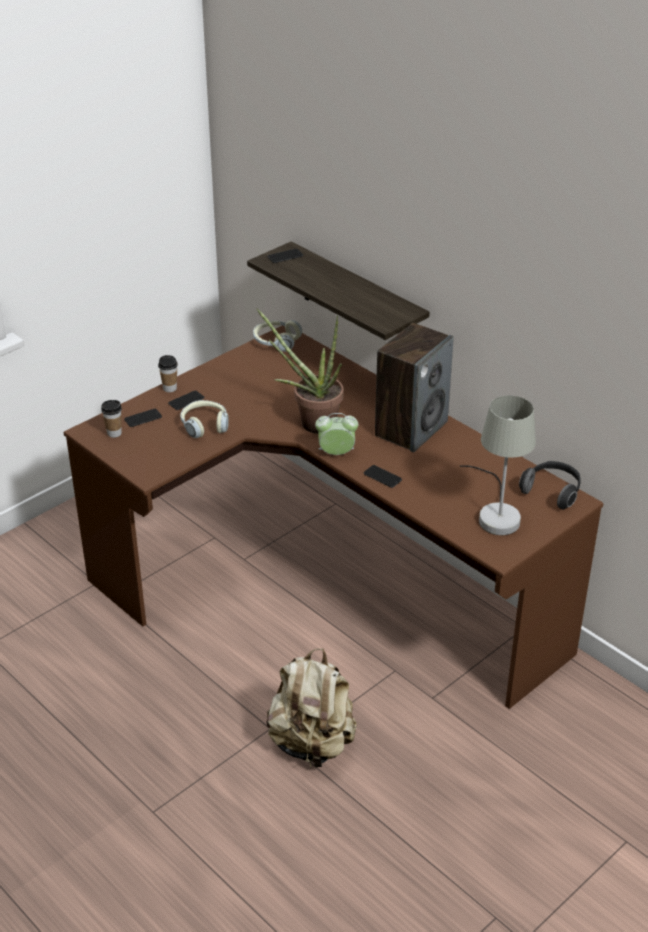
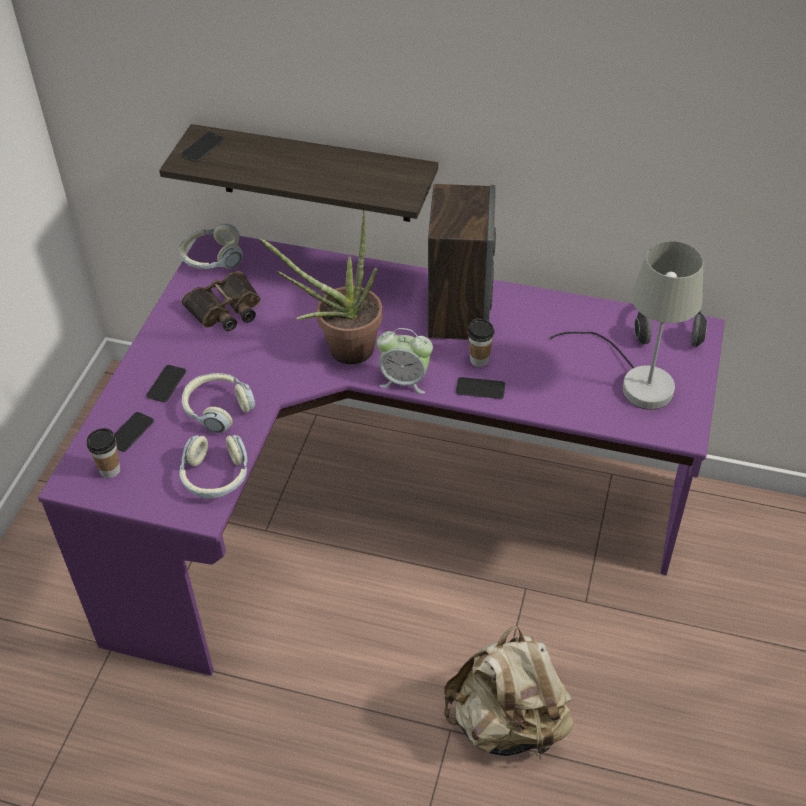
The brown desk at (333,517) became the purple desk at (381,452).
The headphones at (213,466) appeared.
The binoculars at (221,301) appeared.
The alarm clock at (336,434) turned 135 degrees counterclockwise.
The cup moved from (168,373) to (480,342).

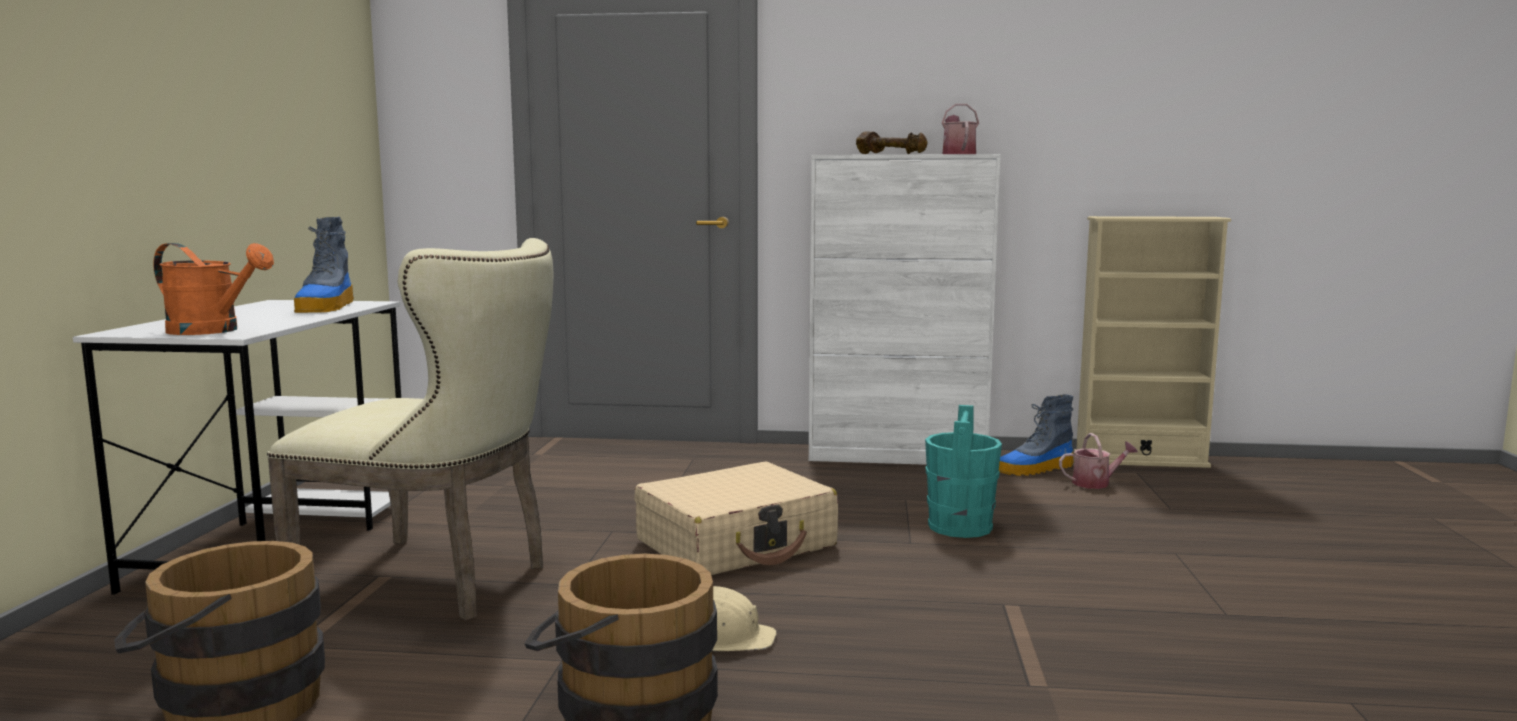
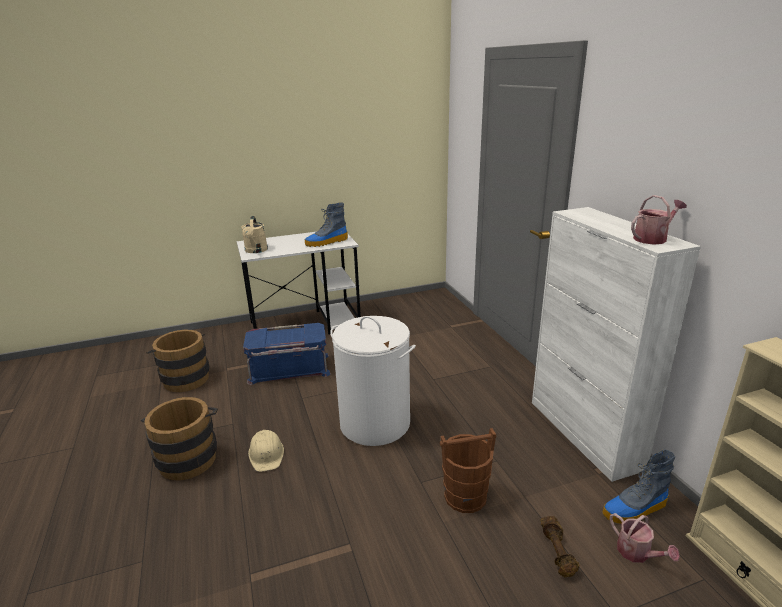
The orange watering can at (213,289) became the beige watering can at (254,234).
The beige chair at (410,429) was replaced by the blue storage box at (287,354).
The beige suitcase at (736,518) was replaced by the white laundry basket at (373,381).
The turquoise bucket at (963,471) became the brown bucket at (468,470).
The brown dumbbell moved from (891,142) to (560,546).
The boot at (1036,435) turned 60 degrees counterclockwise.

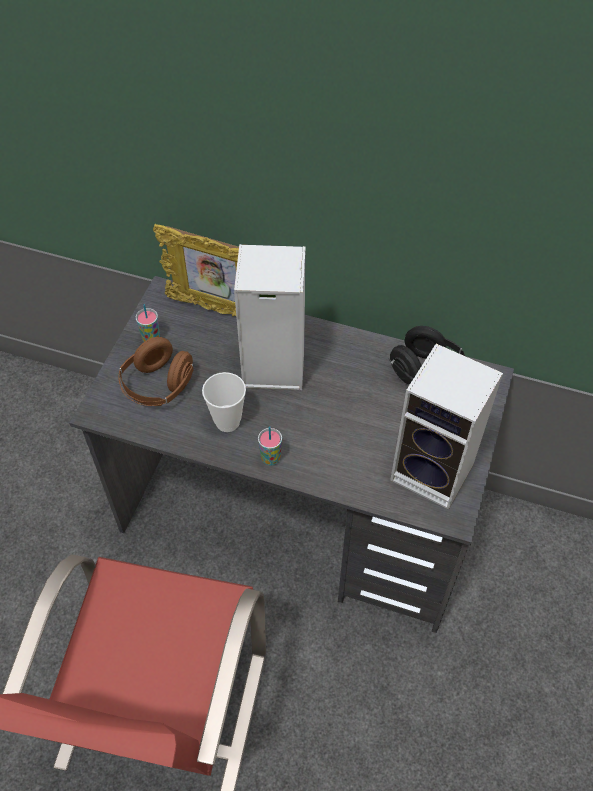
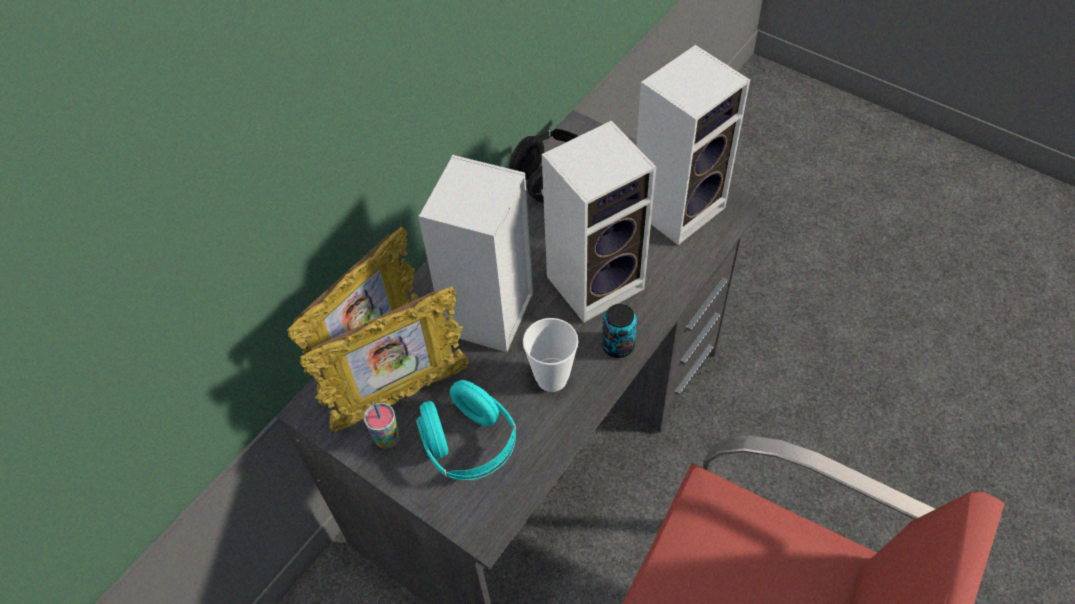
The picture frame at (384,359) appeared.
The brown headphones at (156,371) became the turquoise headphones at (466,430).
The speaker at (599,222) appeared.
The cup at (270,446) was replaced by the can at (619,331).

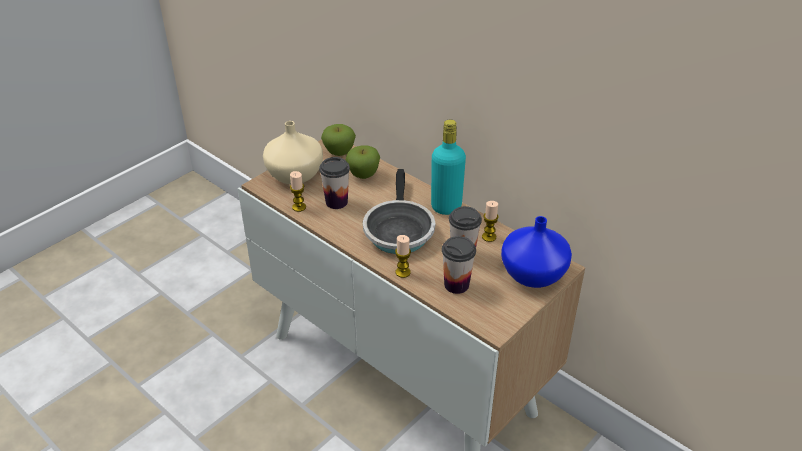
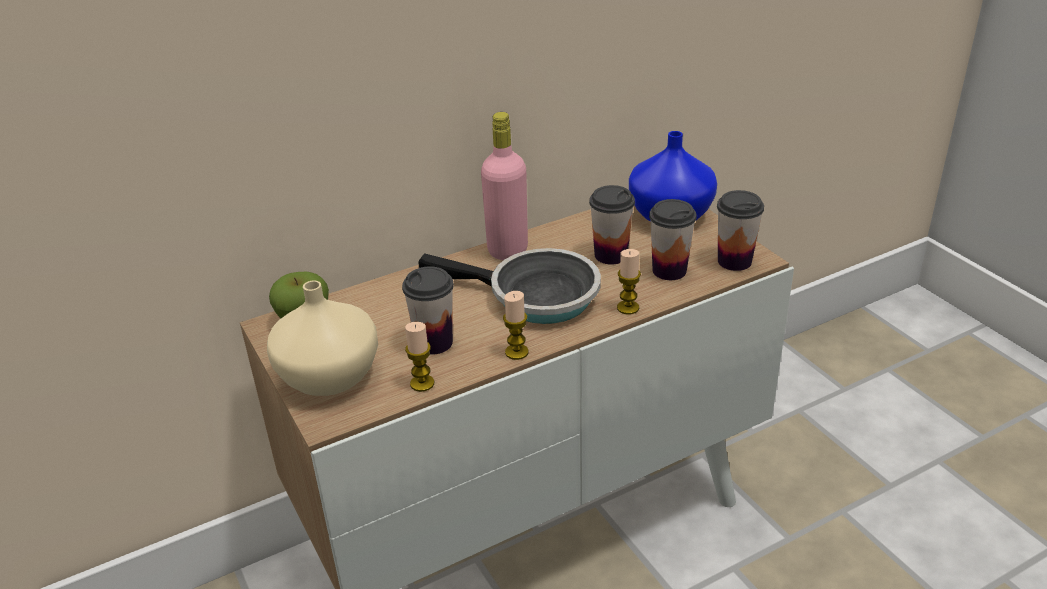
The turquoise bottle at (448,167) became the pink bottle at (504,186).
The candle moved from (490,221) to (516,325).
The cup at (740,230) appeared.
The apple at (363,162) disappeared.

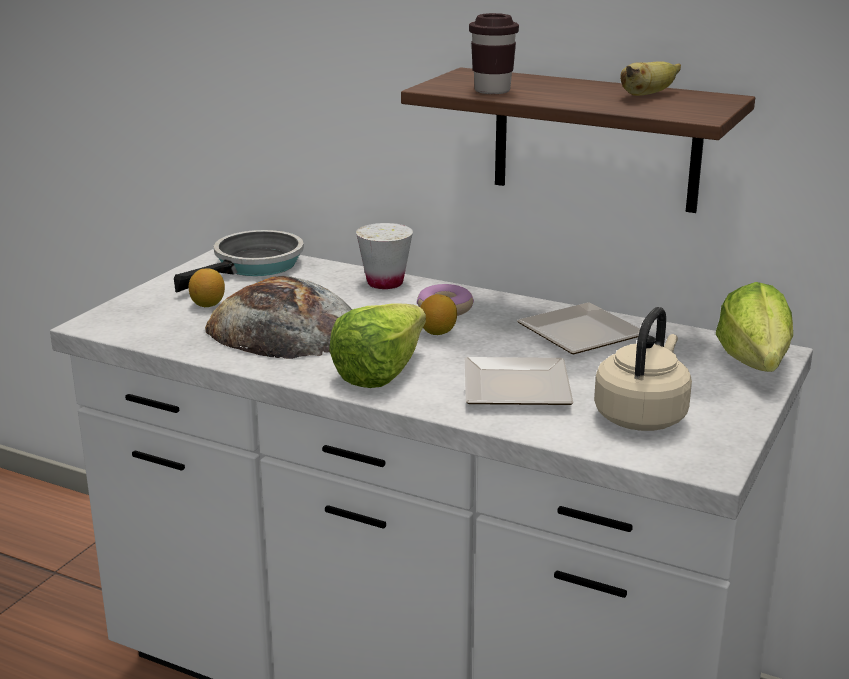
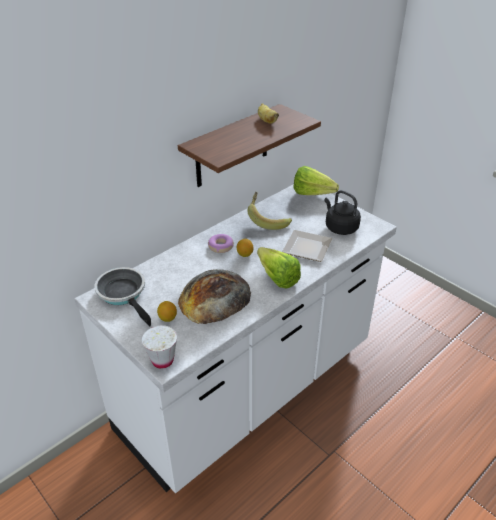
The white cup moved from (384,256) to (159,347).
The plate at (578,328) was replaced by the banana at (270,211).
The beige kettle at (643,369) became the black kettle at (342,212).
The brown cup at (494,53) disappeared.

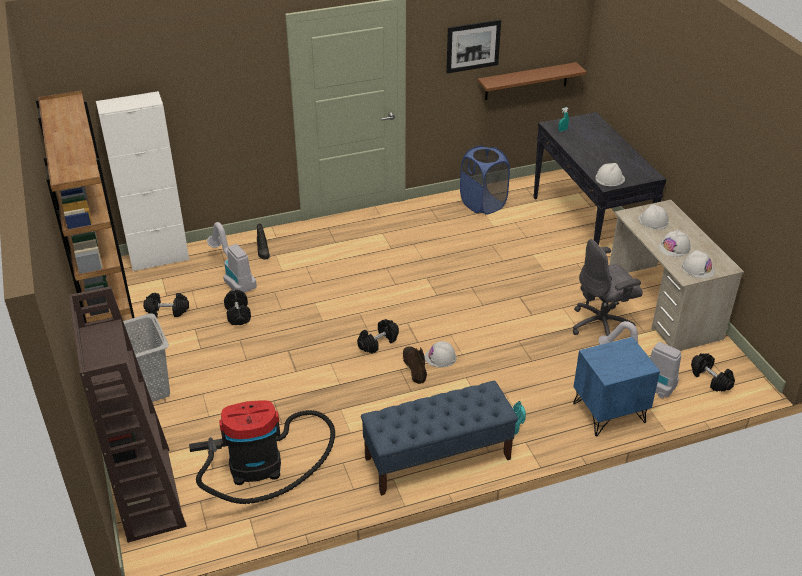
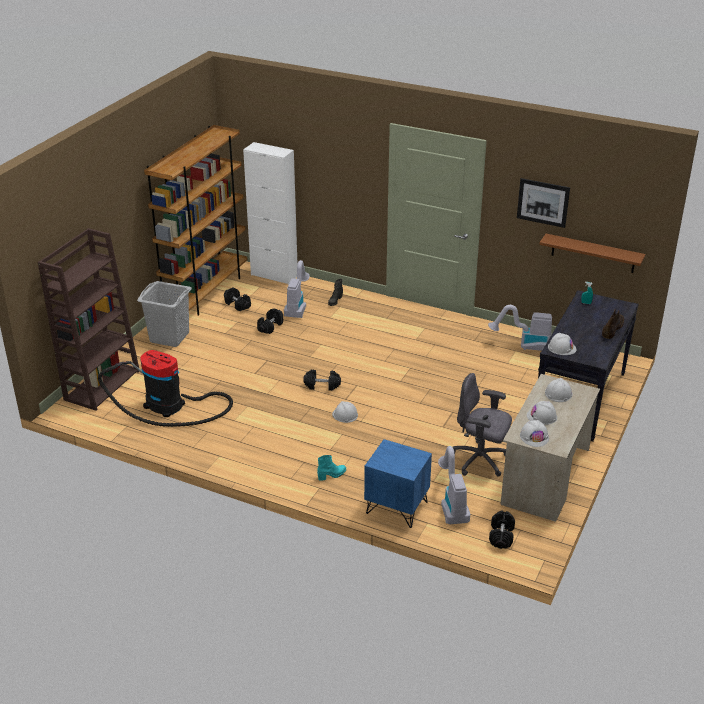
The blue laundry basket at (485,180) was replaced by the vacuum cleaner at (520,328).
The brown boot moved from (415,365) to (613,324).
The blue bench at (439,438) disappeared.

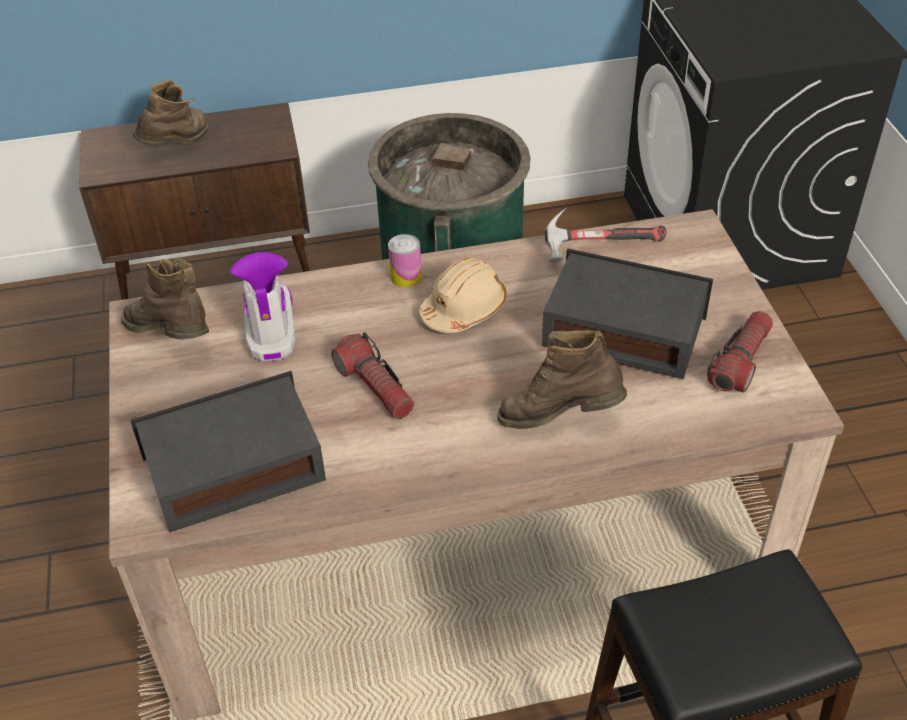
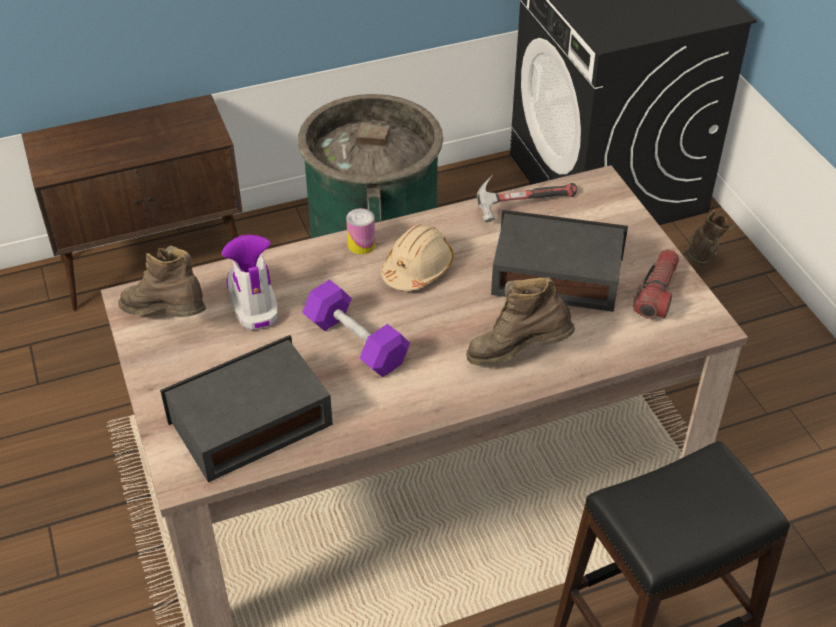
The flashlight at (372,375) was replaced by the purple dumbbell at (356,328).
The brown boot moved from (171,112) to (710,237).

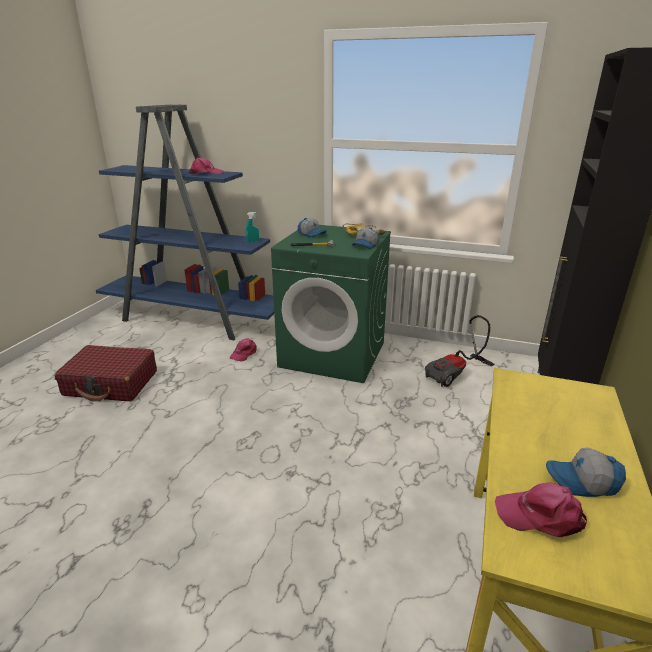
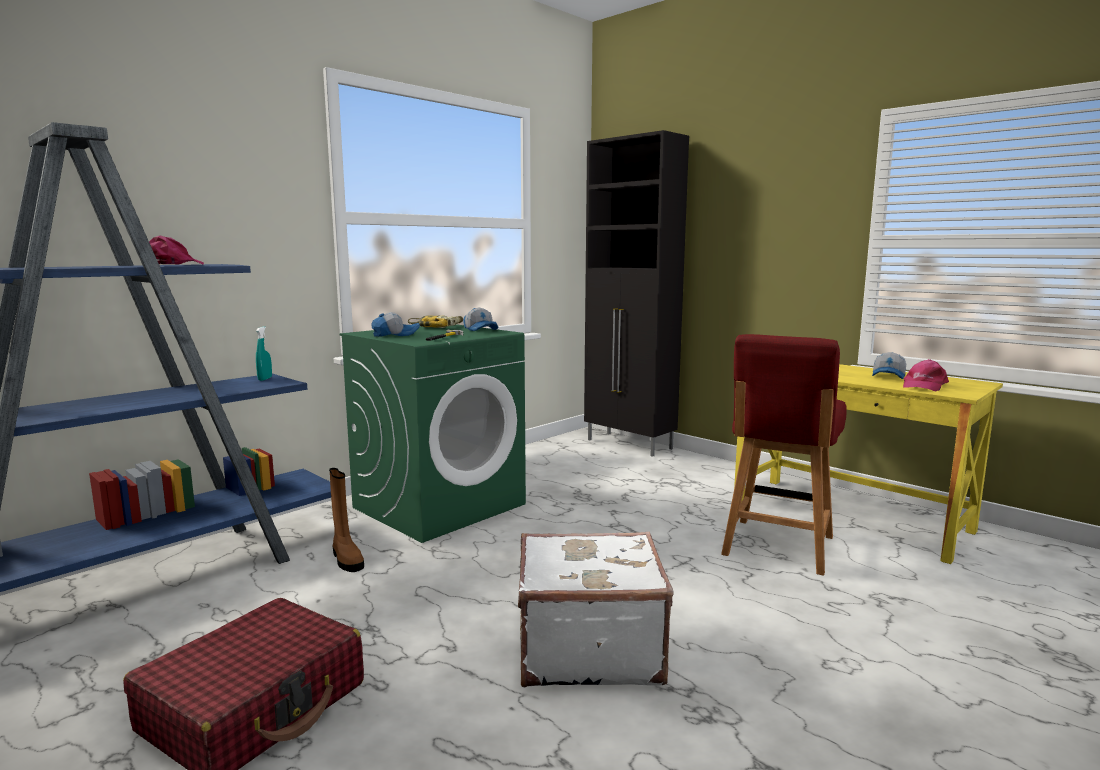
The pink cap at (243,350) was replaced by the brown boot at (346,520).
The white suitcase at (596,610) appeared.
The red chair at (784,455) appeared.
The vacuum cleaner at (459,351) disappeared.

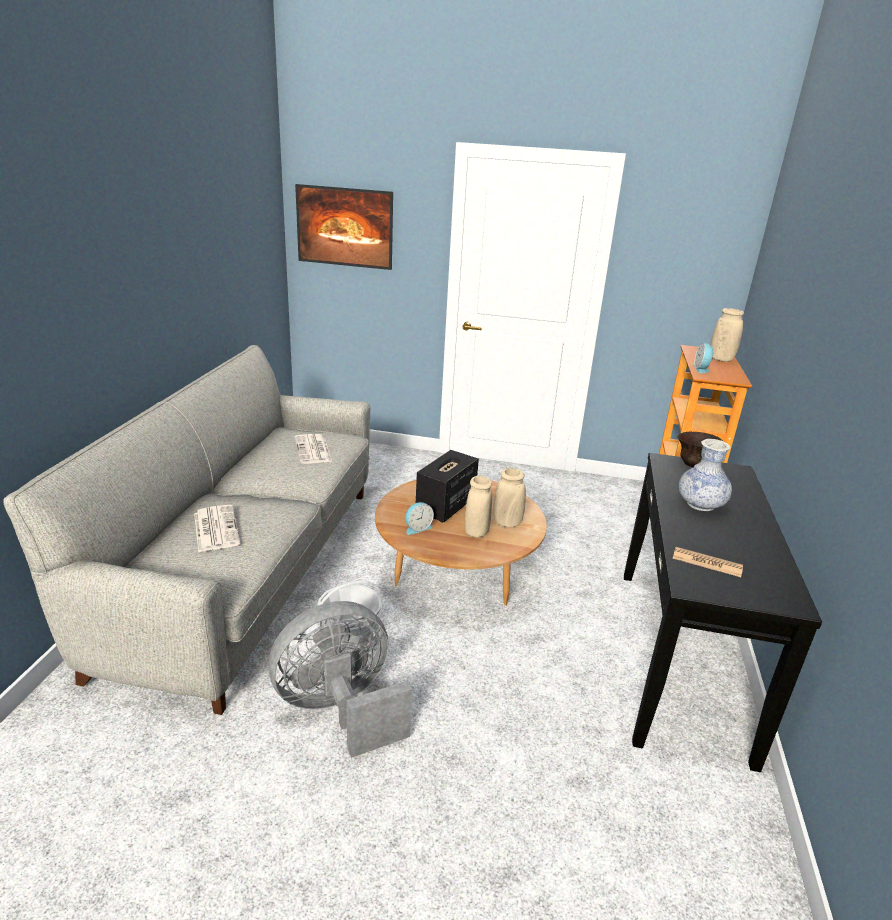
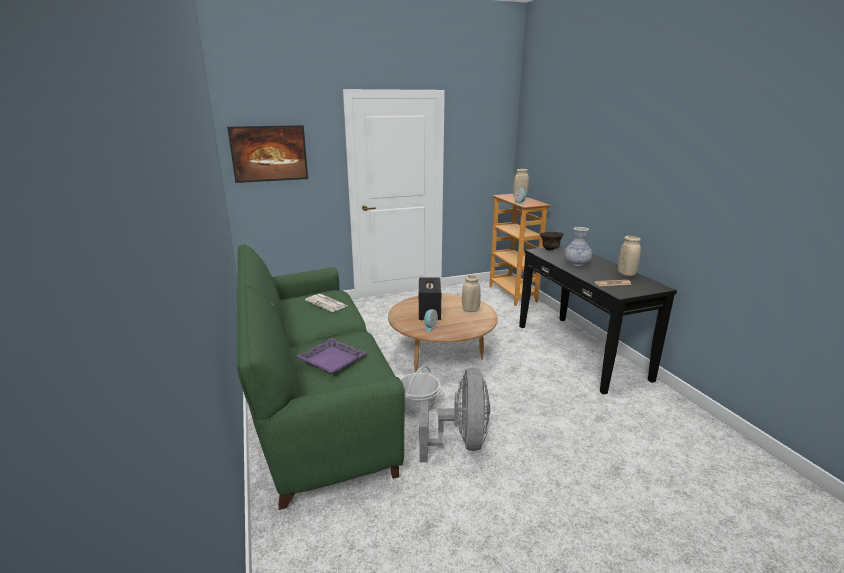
The grey sofa at (186,530) became the green sofa at (320,377).
The newspaper at (217,528) was replaced by the purple tray at (332,356).
The grey fan at (340,679) turned 150 degrees clockwise.
The beige vase moved from (478,506) to (629,256).

